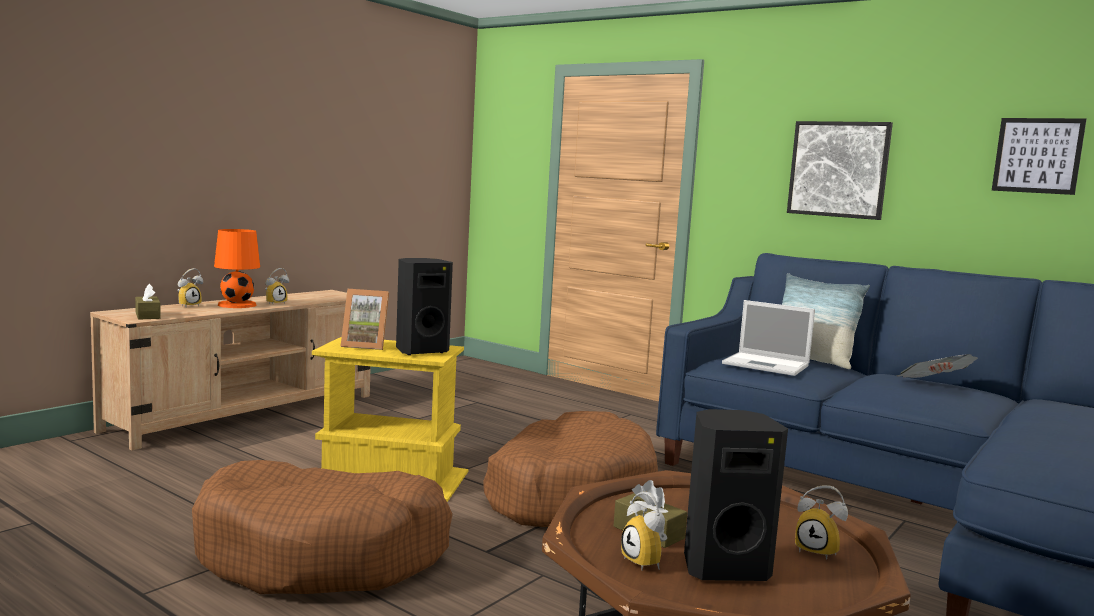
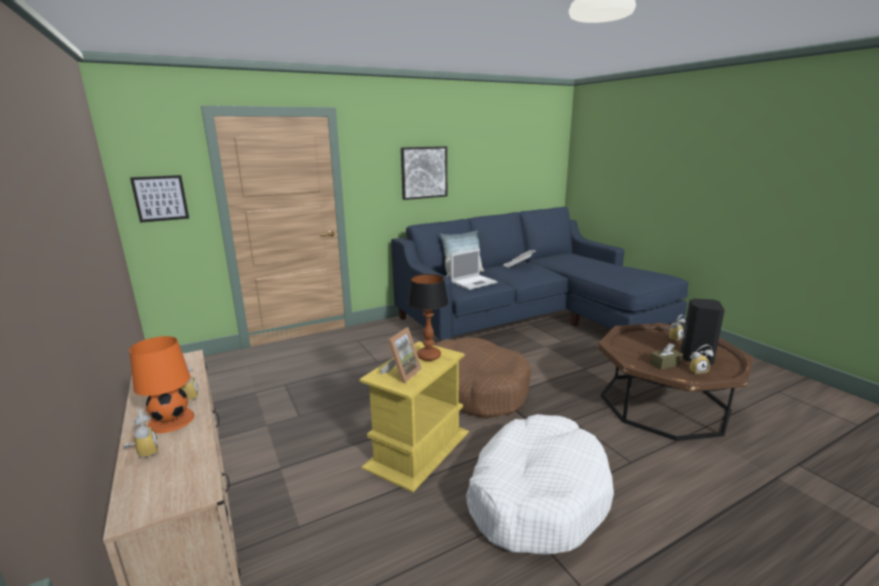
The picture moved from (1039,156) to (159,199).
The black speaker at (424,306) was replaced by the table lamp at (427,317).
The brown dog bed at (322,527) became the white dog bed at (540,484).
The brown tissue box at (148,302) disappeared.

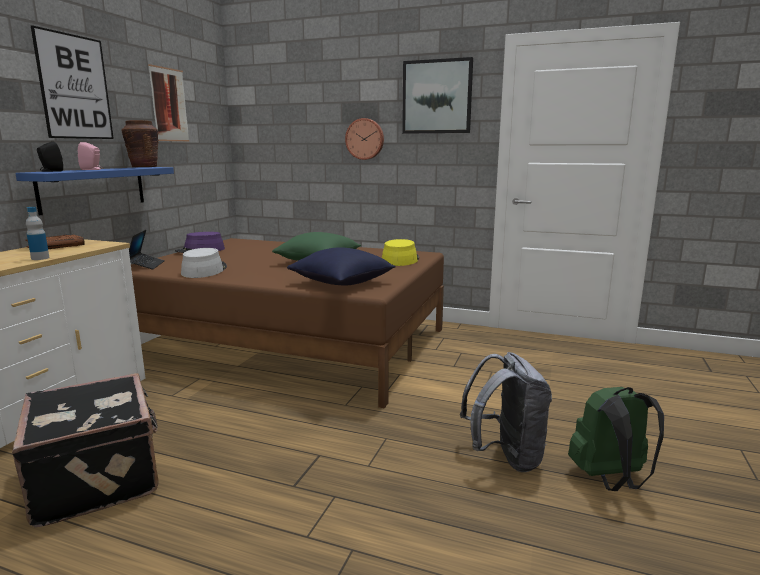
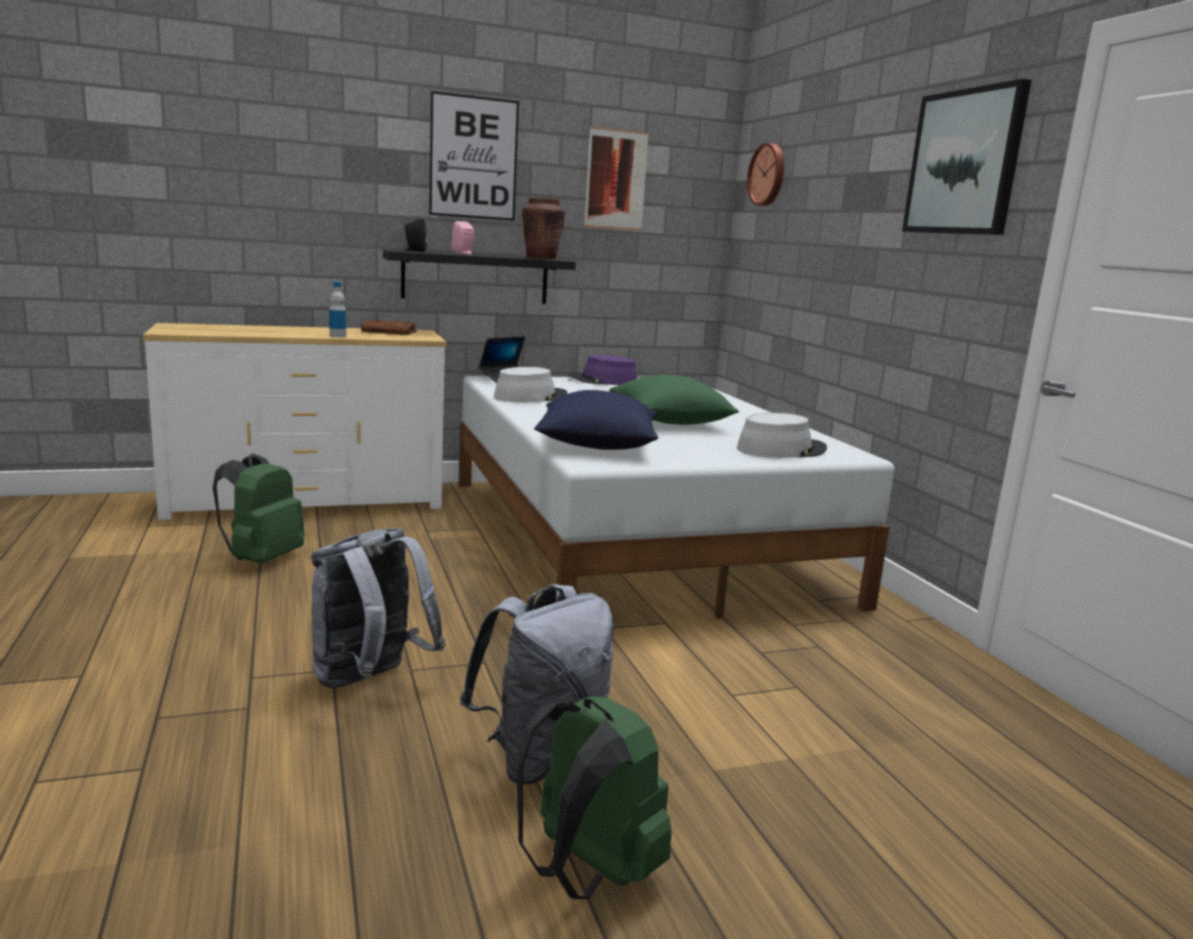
The black suitcase at (85,450) was replaced by the green backpack at (259,508).
The grey backpack at (378,608) appeared.
The blue shelf at (94,191) became the black shelf at (479,276).
The brown bed at (287,323) became the white bed at (677,497).
The yellow hat at (400,252) became the grey hat at (782,435).
The wall clock moved from (364,139) to (765,174).

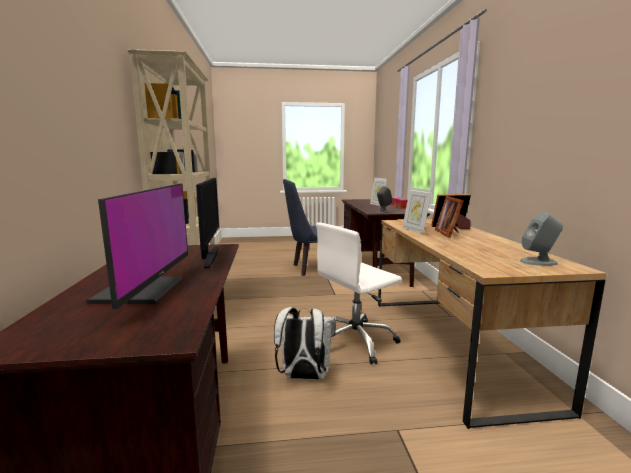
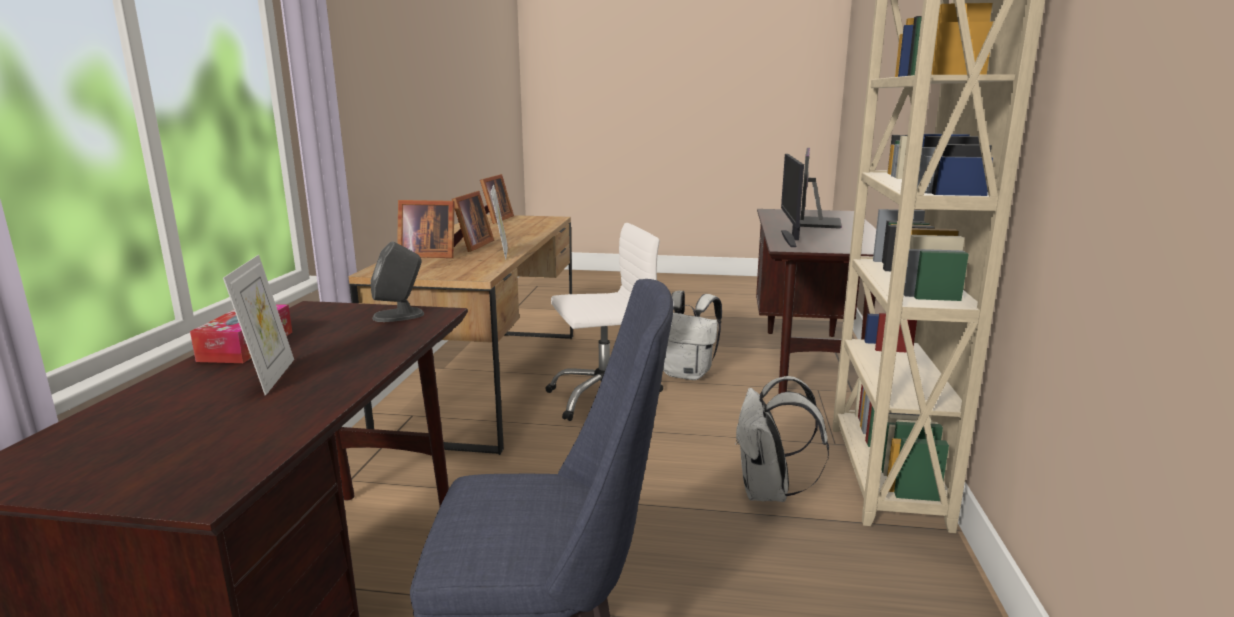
The grey speaker at (541,239) was replaced by the picture frame at (497,199).
The white backpack at (782,439) appeared.

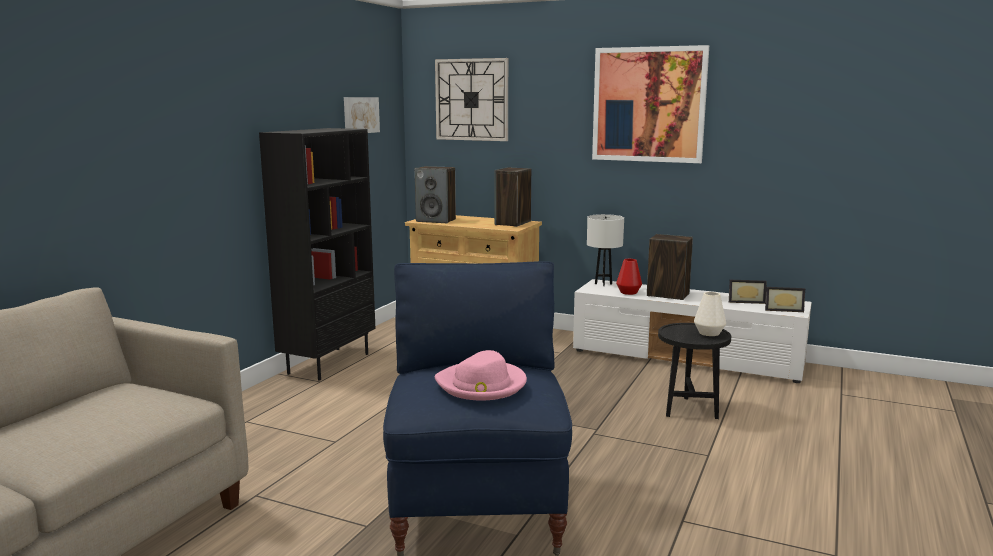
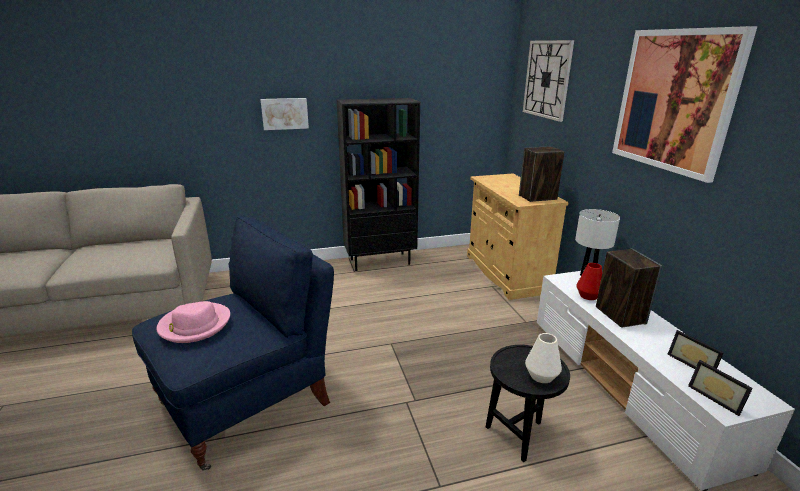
The picture moved from (362,115) to (284,114).
The speaker at (435,194) disappeared.

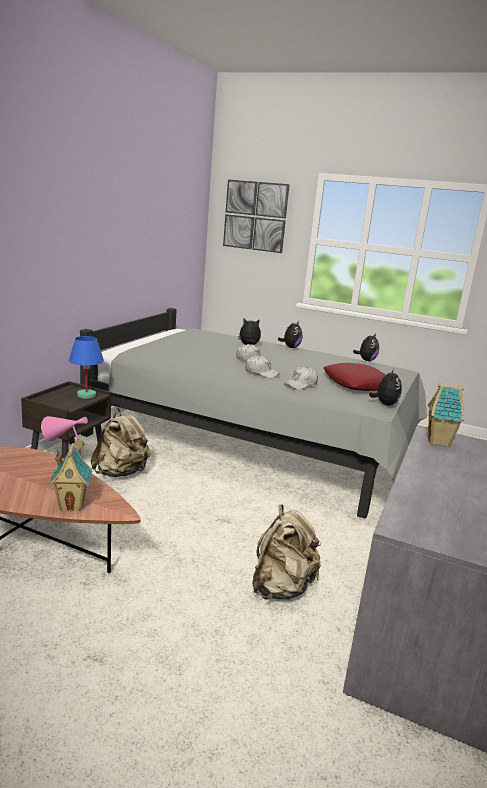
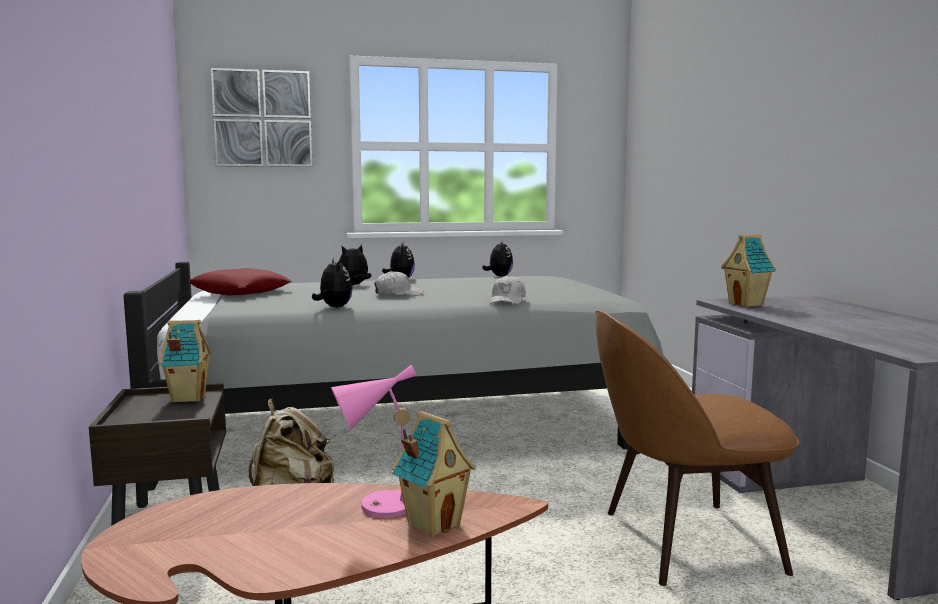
The blue table lamp at (86,367) was replaced by the toy house at (185,361).
The red pillow moved from (354,377) to (240,282).
The plush toy moved from (385,387) to (332,282).
The beige backpack at (287,552) was replaced by the brown chair at (697,448).
The white cap at (262,366) disappeared.

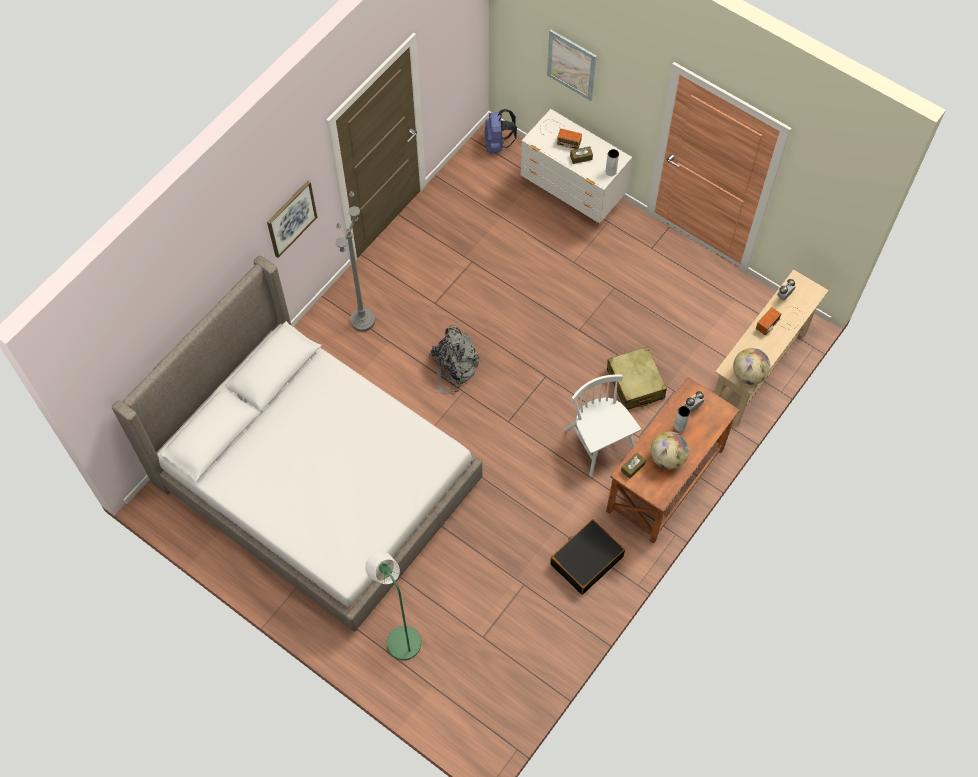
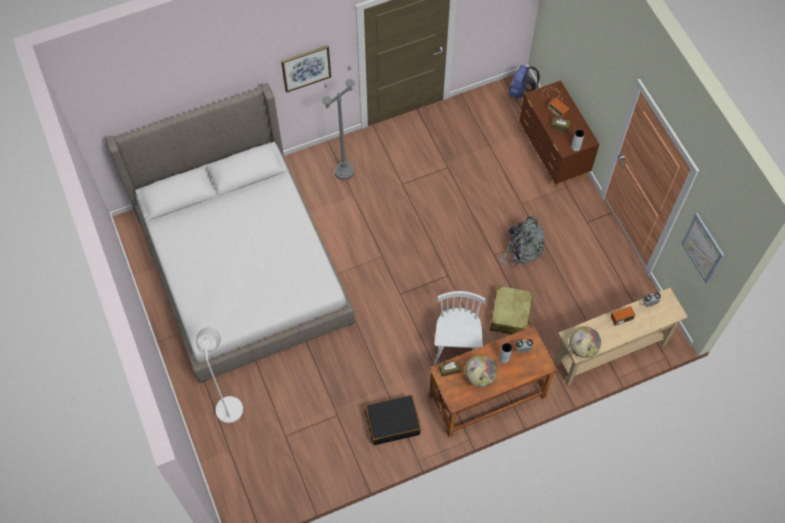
The green floor lamp at (393,605) became the white floor lamp at (219,375).
The grey backpack moved from (455,359) to (522,241).
The white dresser at (576,168) became the brown dresser at (559,133).
The picture moved from (572,65) to (702,248).

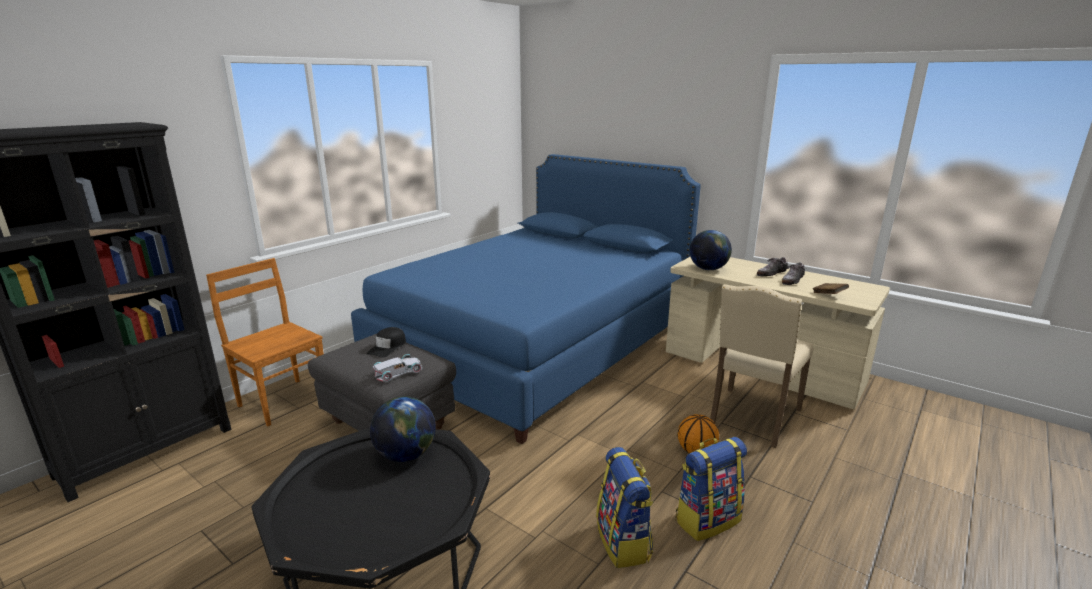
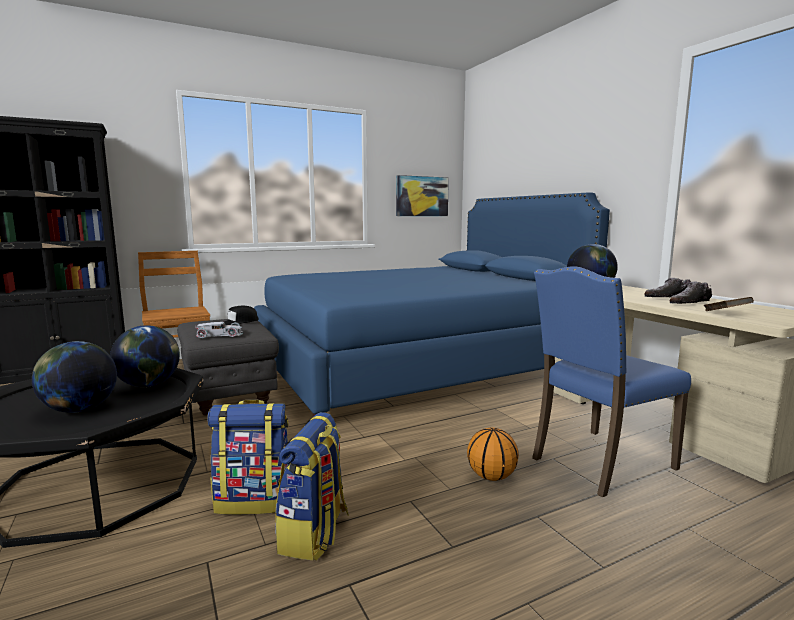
The globe at (74,377) appeared.
The backpack moved from (711,489) to (248,457).
The picture at (422,195) appeared.
The beige chair at (761,366) became the blue chair at (611,381).

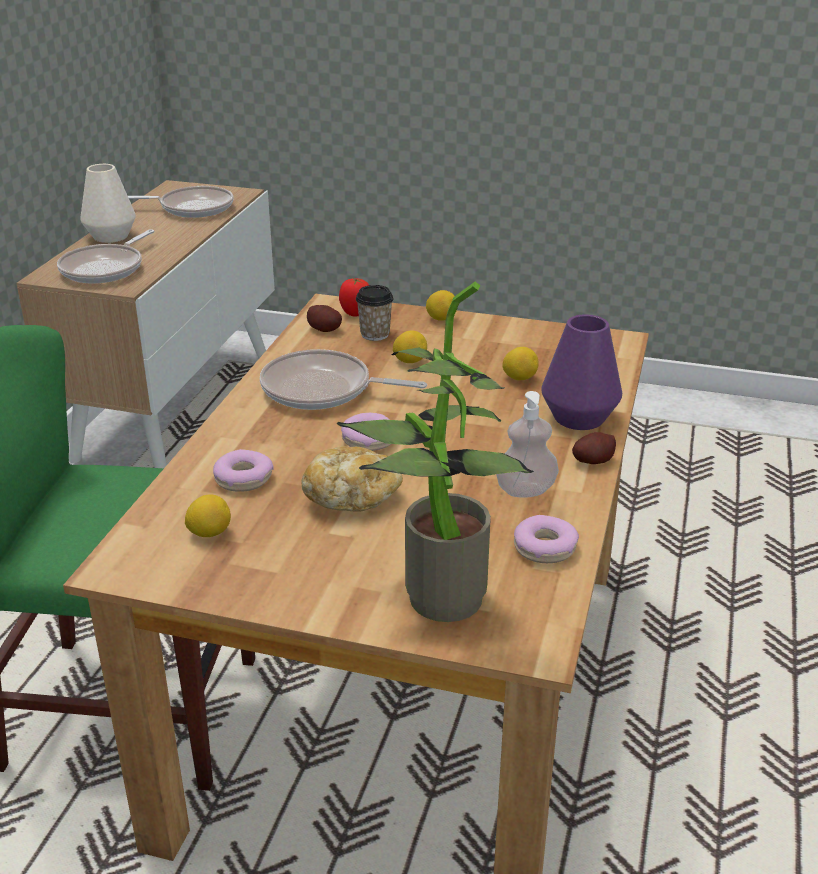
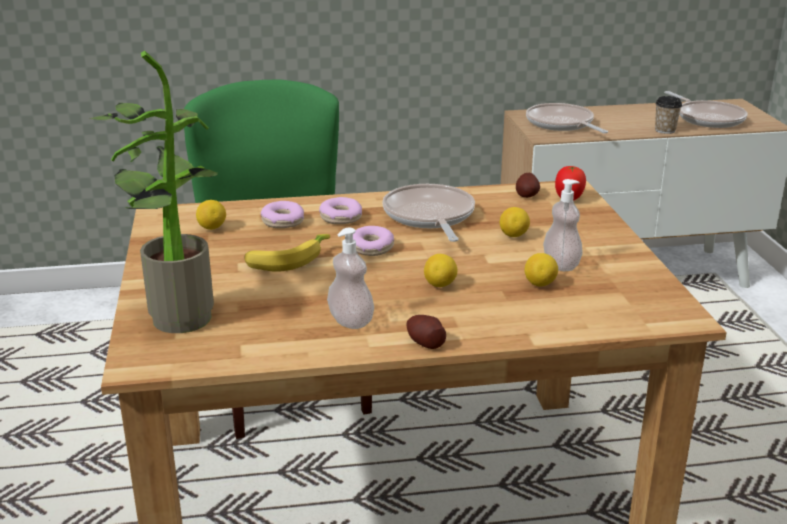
The bread at (352,479) was replaced by the banana at (287,253).
The donut moved from (546,539) to (340,210).
The lemon moved from (441,305) to (440,270).
The frying pan at (106,256) turned 60 degrees clockwise.
The soap dispenser at (563,225) appeared.
The cup moved from (374,313) to (668,115).
The white vase at (108,203) disappeared.
The purple vase at (581,372) disappeared.

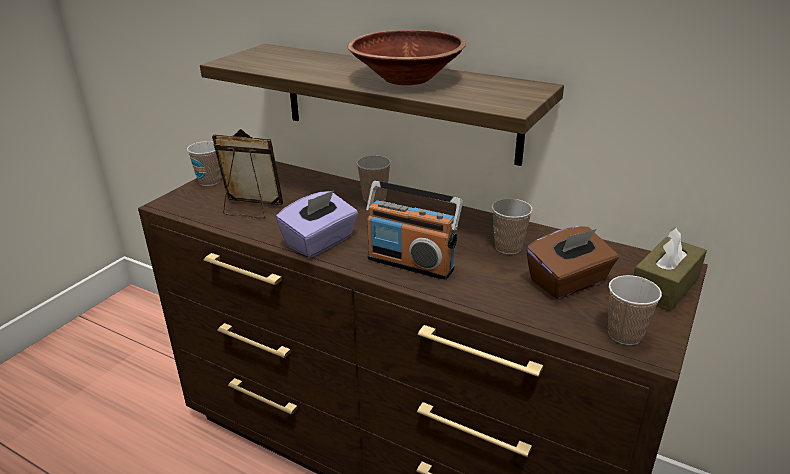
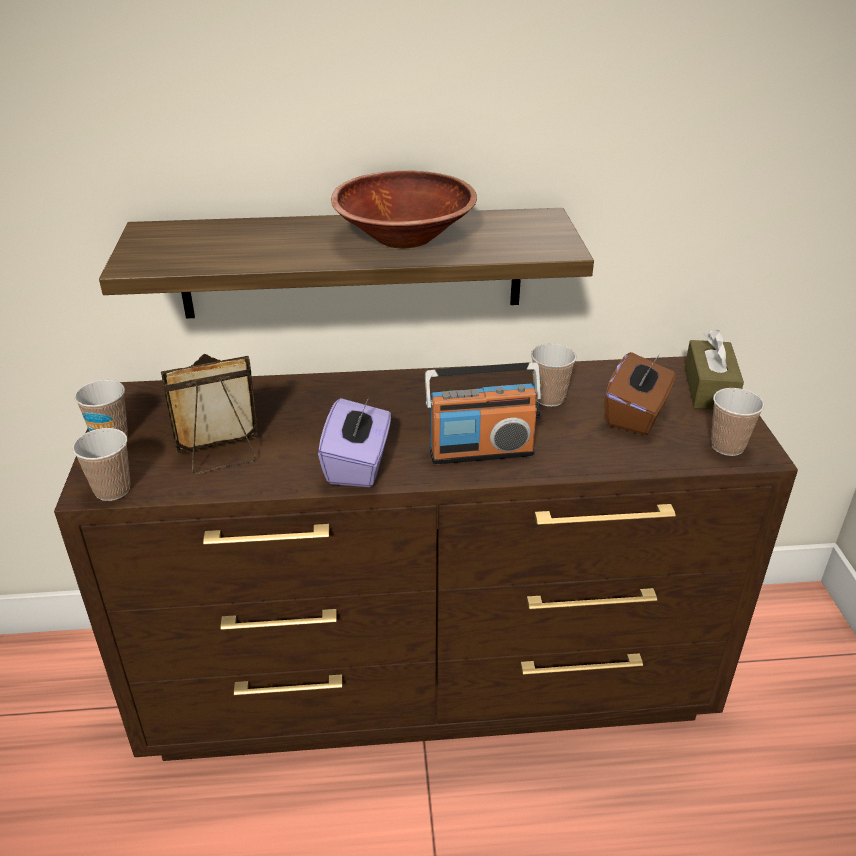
The cup moved from (373,179) to (101,464).

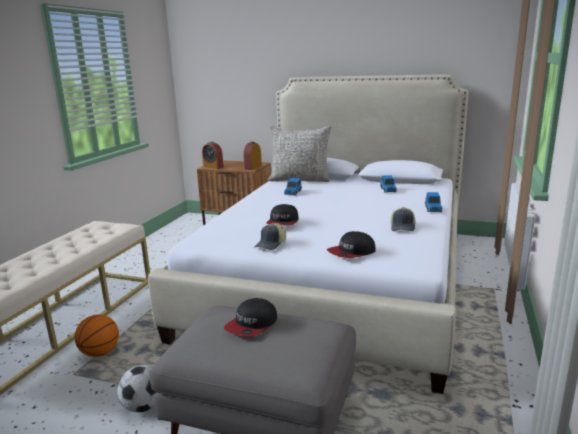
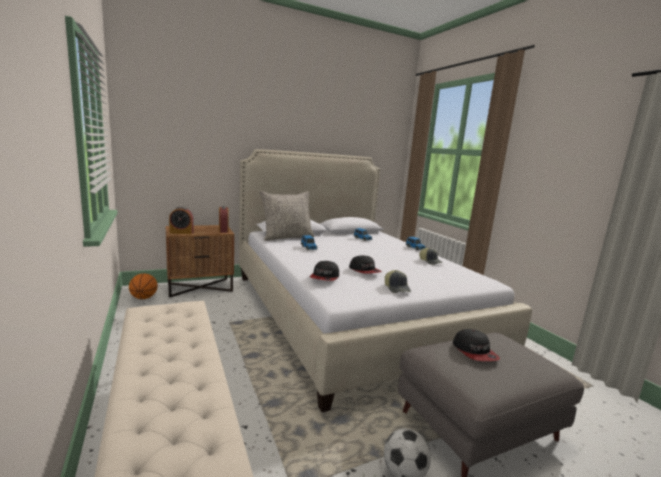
The basketball moved from (97,336) to (143,286).
The cap moved from (351,244) to (324,271).

